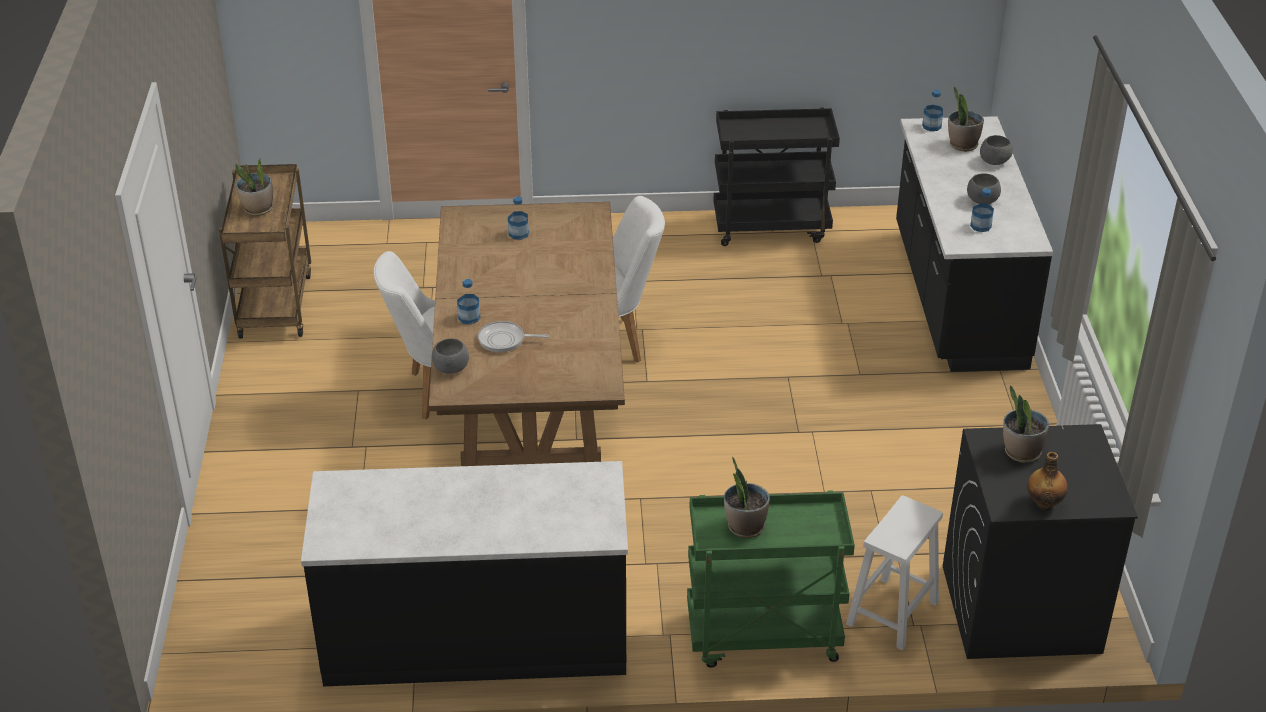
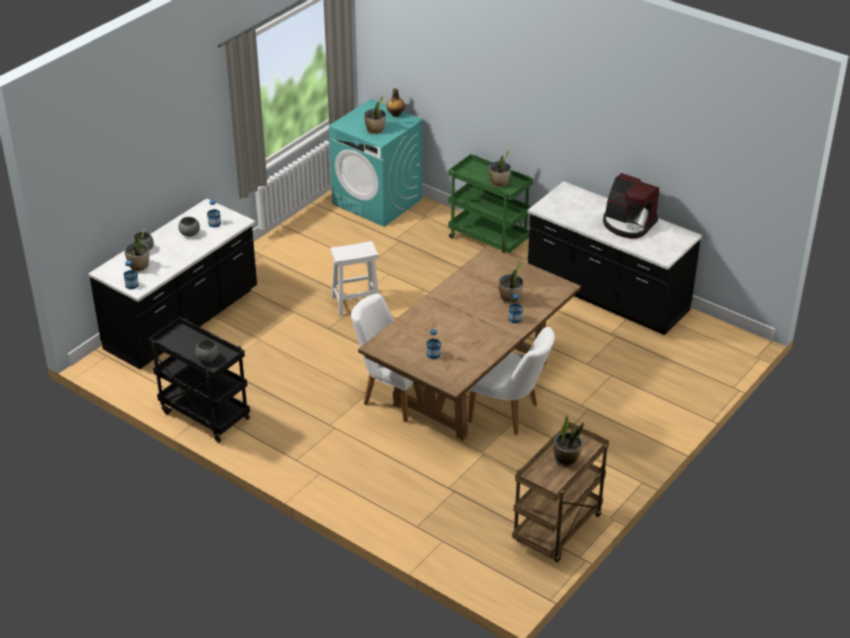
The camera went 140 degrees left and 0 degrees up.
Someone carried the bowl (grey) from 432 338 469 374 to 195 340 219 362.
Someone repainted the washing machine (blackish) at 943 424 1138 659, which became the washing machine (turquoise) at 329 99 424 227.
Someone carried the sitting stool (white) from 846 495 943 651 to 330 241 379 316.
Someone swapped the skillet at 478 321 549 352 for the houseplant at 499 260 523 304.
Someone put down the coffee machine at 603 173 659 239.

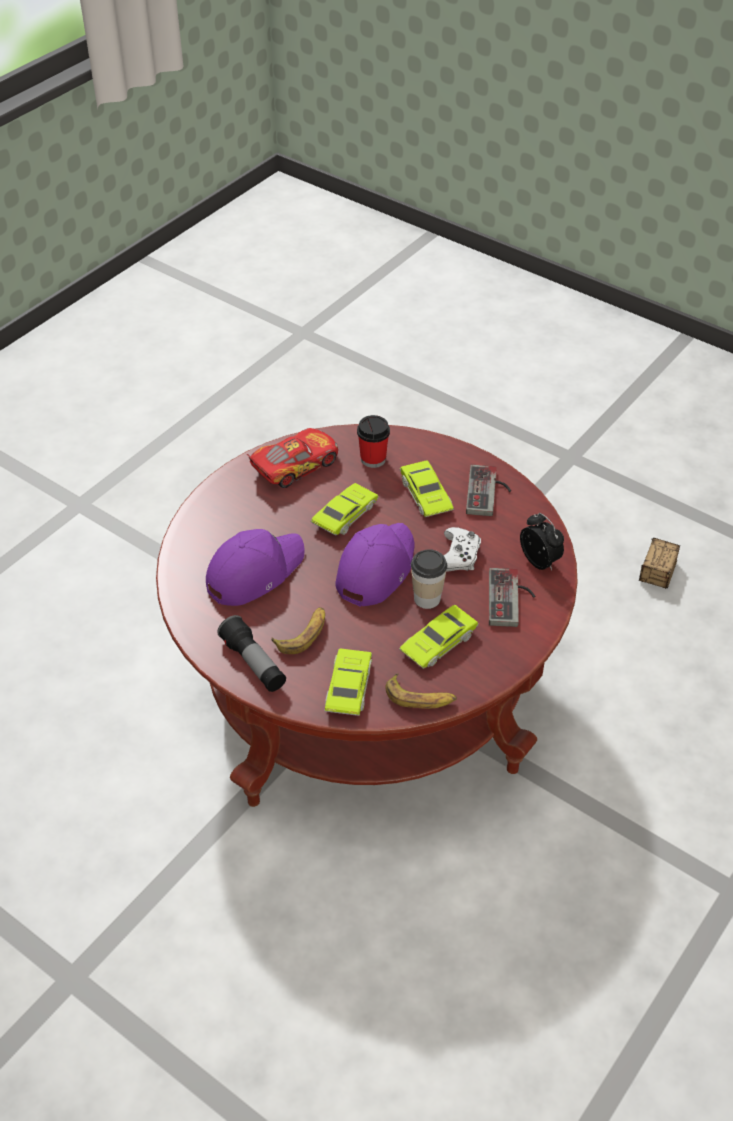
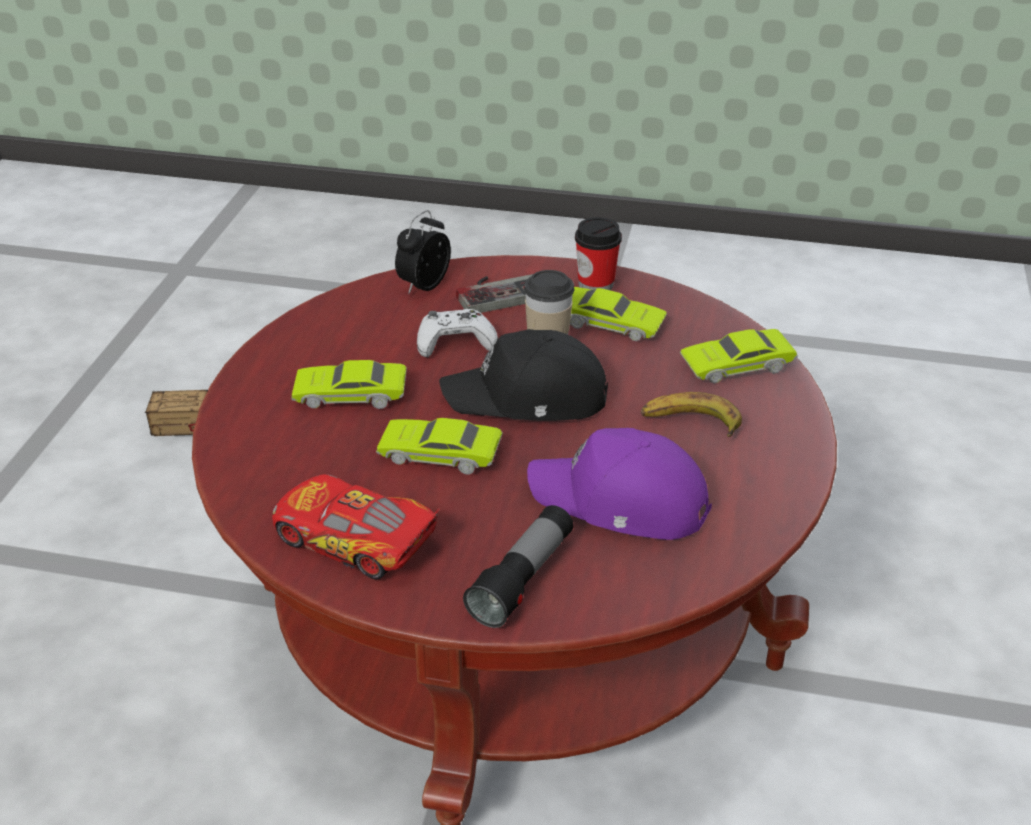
The camera went 115 degrees left and 10 degrees down.
Someone rotated the miniature car (green) at 400 460 454 517 by 135 degrees counterclockwise.
Someone repainted the cap (purple-coloured) at 335 523 415 607, which became the cap (blackish) at 439 329 608 421.
Someone carried the flashlight from 217 615 286 692 to 463 505 574 628.
Someone carried the small cup from 357 415 390 468 to 575 217 622 290.
Someone took away the whole banana at 385 674 457 709.
Someone took away the game controller at 466 465 511 516.

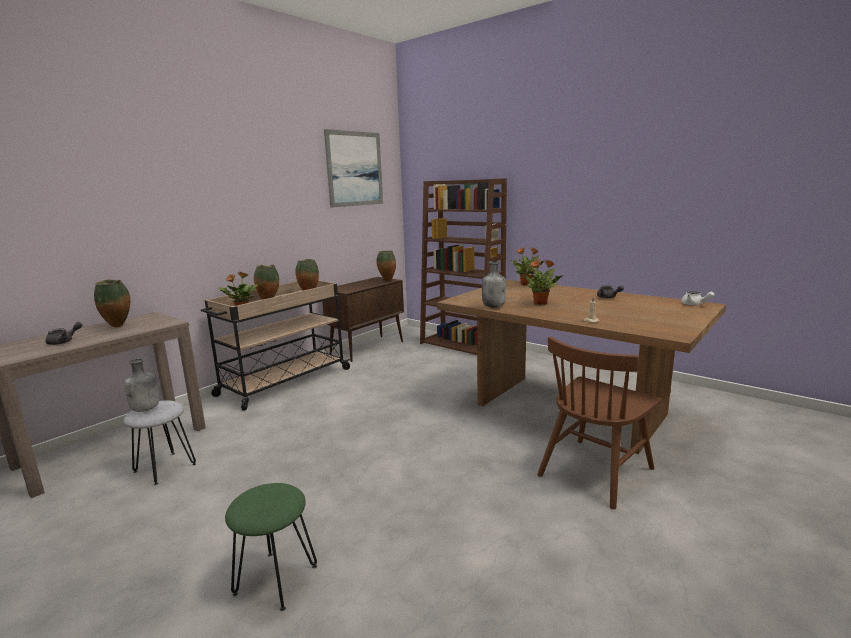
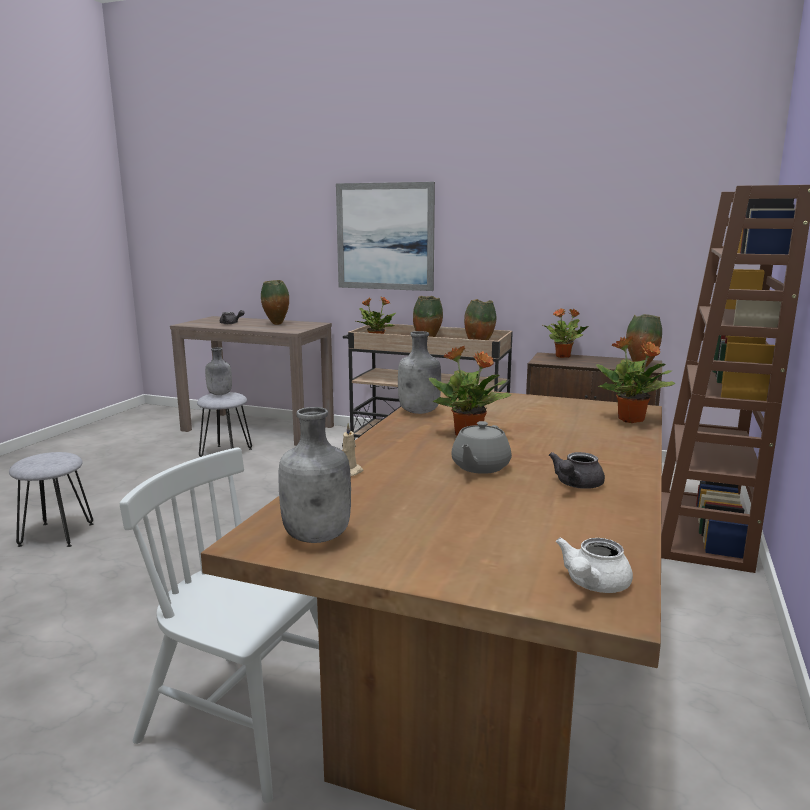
The camera went 70 degrees right and 0 degrees up.
Someone repainted the sitting stool (green) at 225 483 317 611, which became the sitting stool (grey) at 9 452 93 547.
Someone repainted the chair (brown-coloured) at 537 336 662 509, which became the chair (white) at 120 447 319 803.
Someone put down the drink bottle (grey) at 279 407 351 543.
Someone carried the wall picture from 324 129 383 208 to 336 182 435 291.
Someone put down the tea pot (grey) at 451 421 512 474.
Someone put down the houseplant at 543 308 589 358.

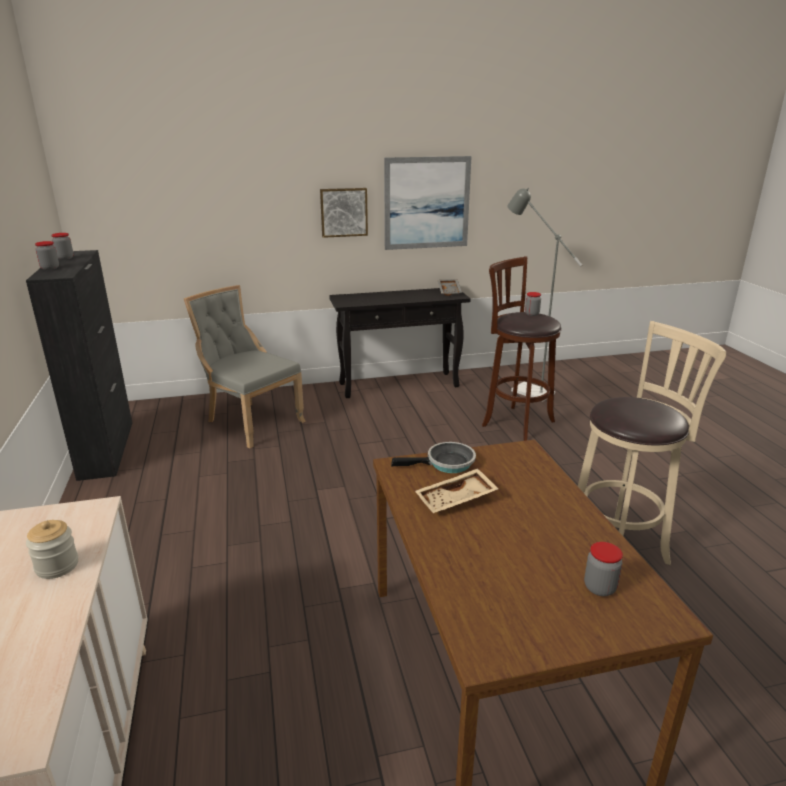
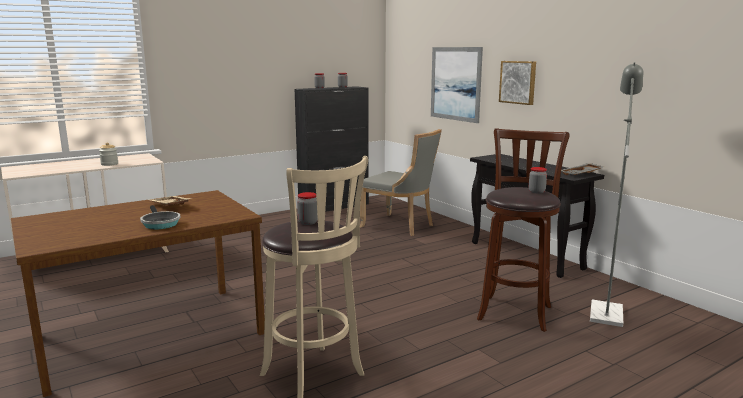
The camera went 70 degrees right and 10 degrees down.
Someone carried the skillet from 391 442 476 473 to 140 205 180 229.
Someone carried the jar from 584 542 623 596 to 297 192 318 225.
Someone rotated the chair (grey) at 184 285 306 448 by 105 degrees clockwise.
Someone carried the wall picture from 384 156 472 250 to 431 47 483 123.

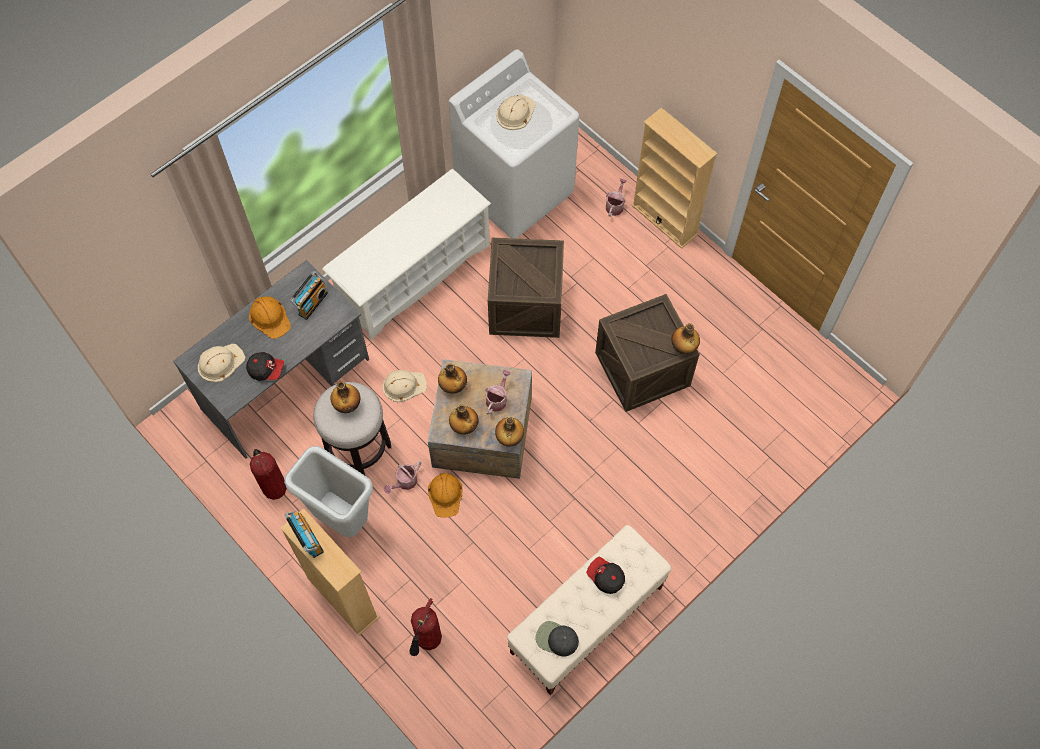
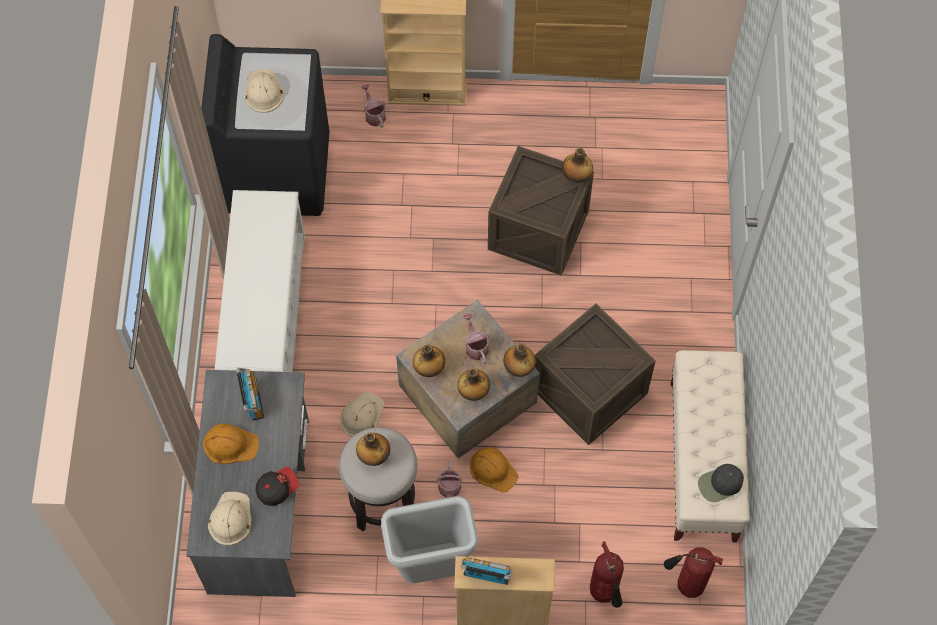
The camera went 45 degrees left and 0 degrees up.
Someone repainted the washing machine (white) at 449 49 579 239, which became the washing machine (blackish) at 201 34 329 216.
Someone carried the crate from 488 238 564 338 to 535 304 656 445.
Someone carried the fire-fighting cylinder from 250 449 287 500 to 664 547 723 598.
Someone took away the cap at 586 557 625 594.

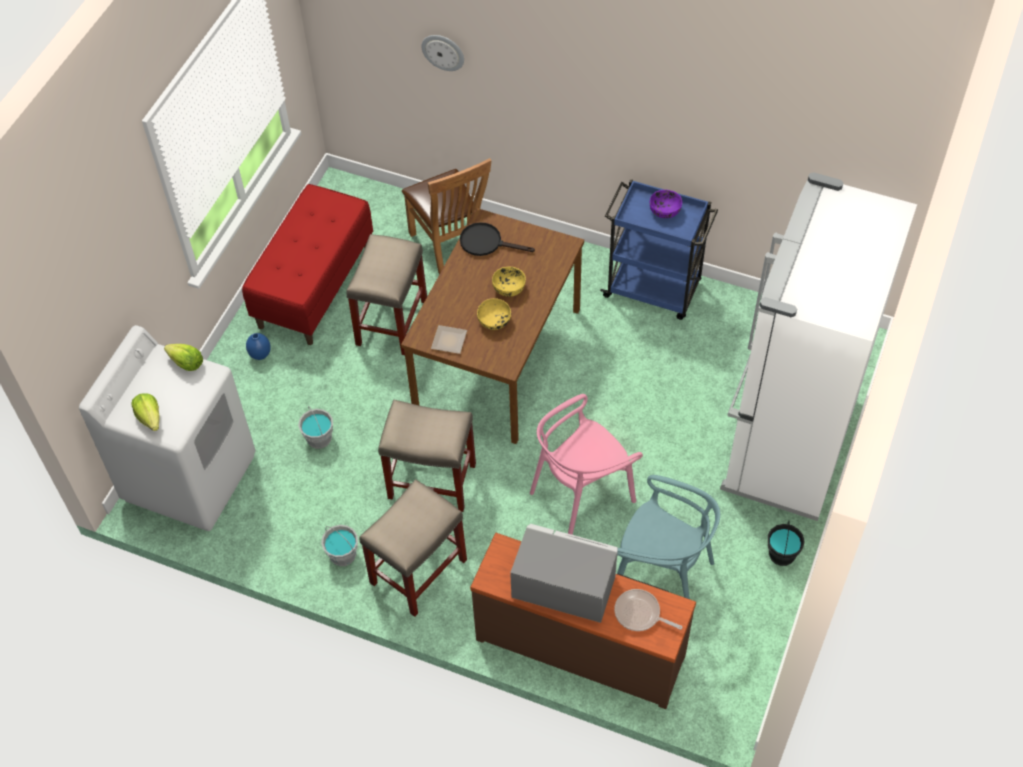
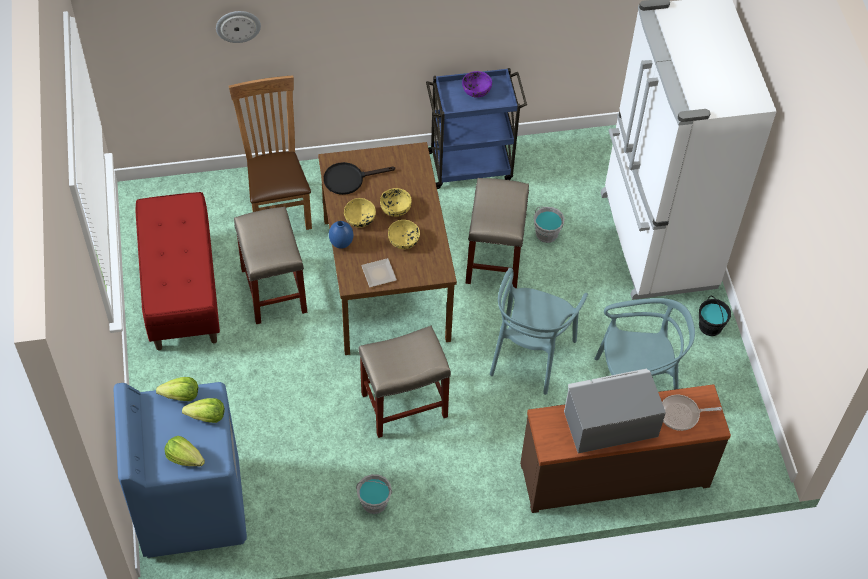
The camera went 35 degrees left and 0 degrees up.
Someone repainted the washing machine (white) at 79 325 256 531, which became the washing machine (bluish) at 113 382 247 558.
Someone put down the lettuce head at 182 398 225 423.
Someone rotated the chair (brown-coloured) at 402 158 492 274 by 135 degrees counterclockwise.
Someone carried the vase (bluish) from 246 333 271 360 to 329 221 353 249.
Someone put down the bowl (yellow-coloured) at 344 198 376 228.
Someone carried the sitting stool (beige) from 359 479 467 617 to 466 178 529 288.
Someone repainted the chair (pinkish) at 530 394 643 535, which became the chair (turquoise) at 490 268 588 395.
Someone carried the pail (grey) from 298 406 333 449 to 534 206 565 243.

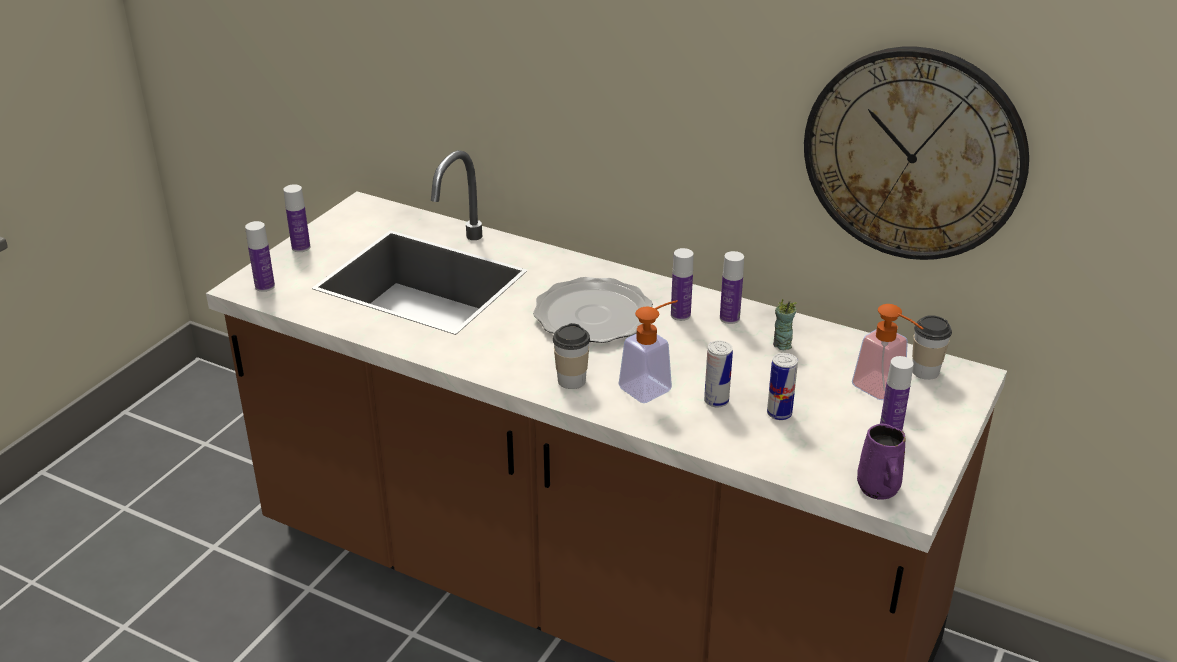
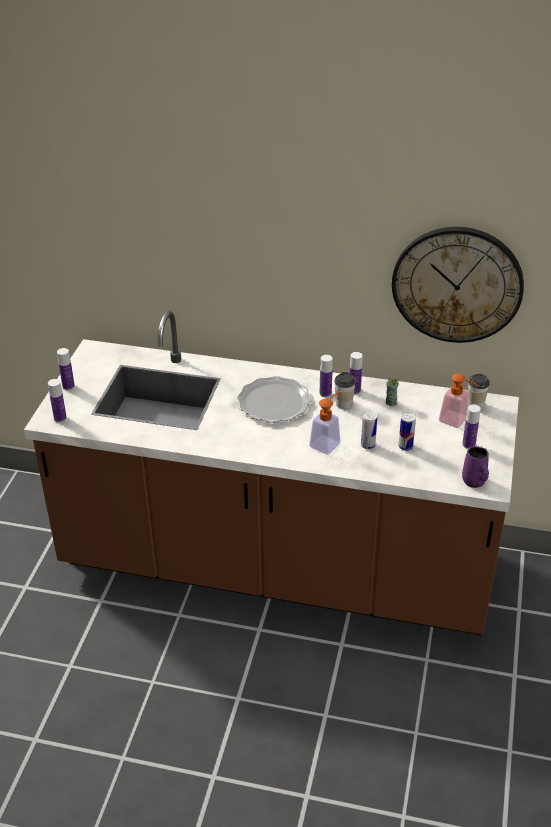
The camera went 15 degrees left and 5 degrees up.
Someone carried the small cup from 553 323 590 389 to 334 372 356 409.

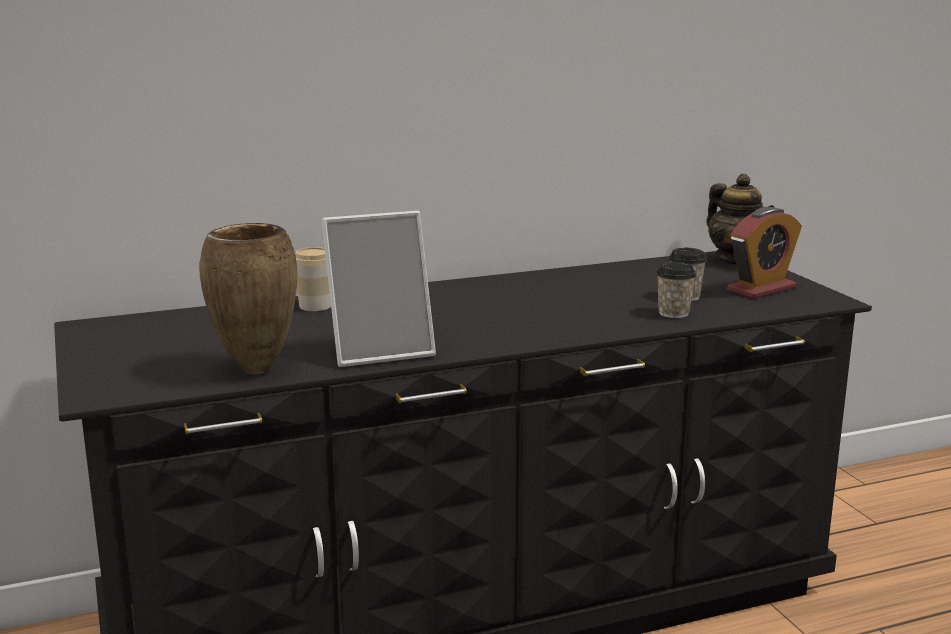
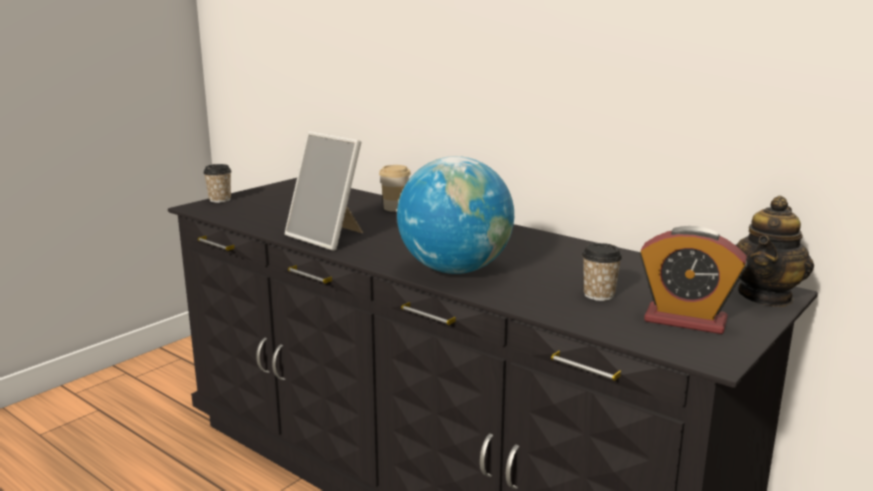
The camera went 60 degrees right and 0 degrees up.
Someone carried the small cup from 656 262 696 318 to 203 164 232 203.
Someone put down the desk globe at 397 156 514 274.
Someone took away the vase (brown-coloured) at 199 223 298 375.

